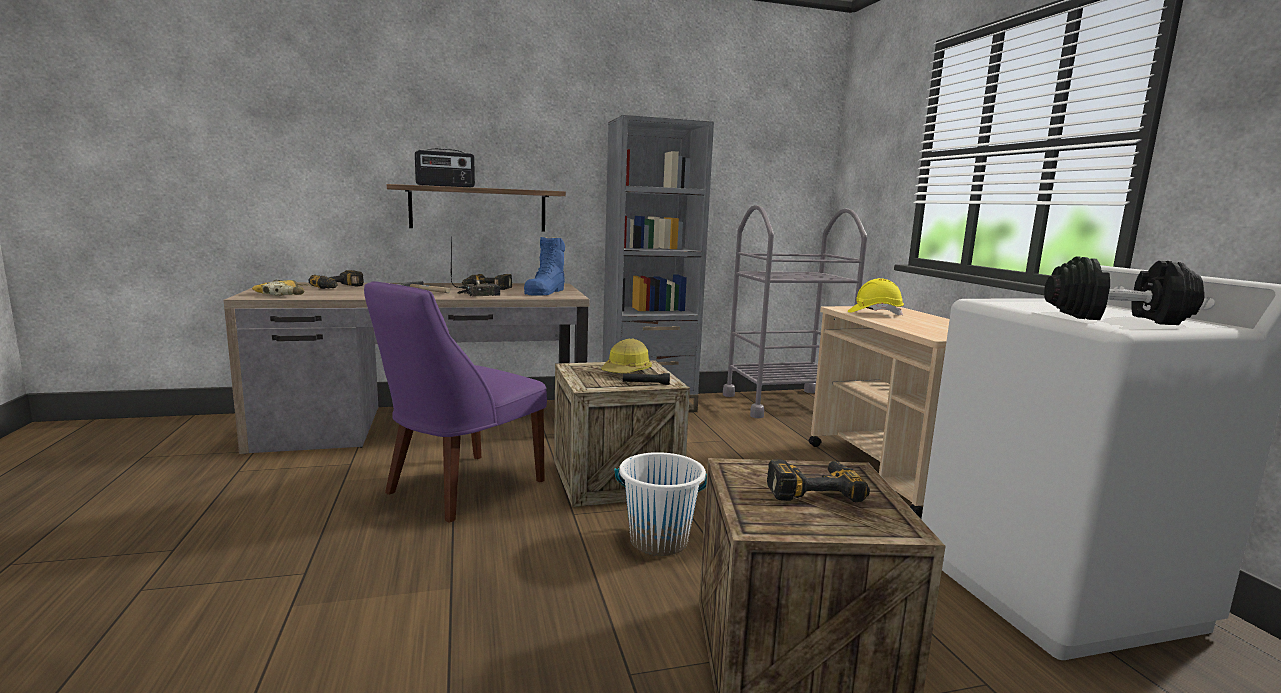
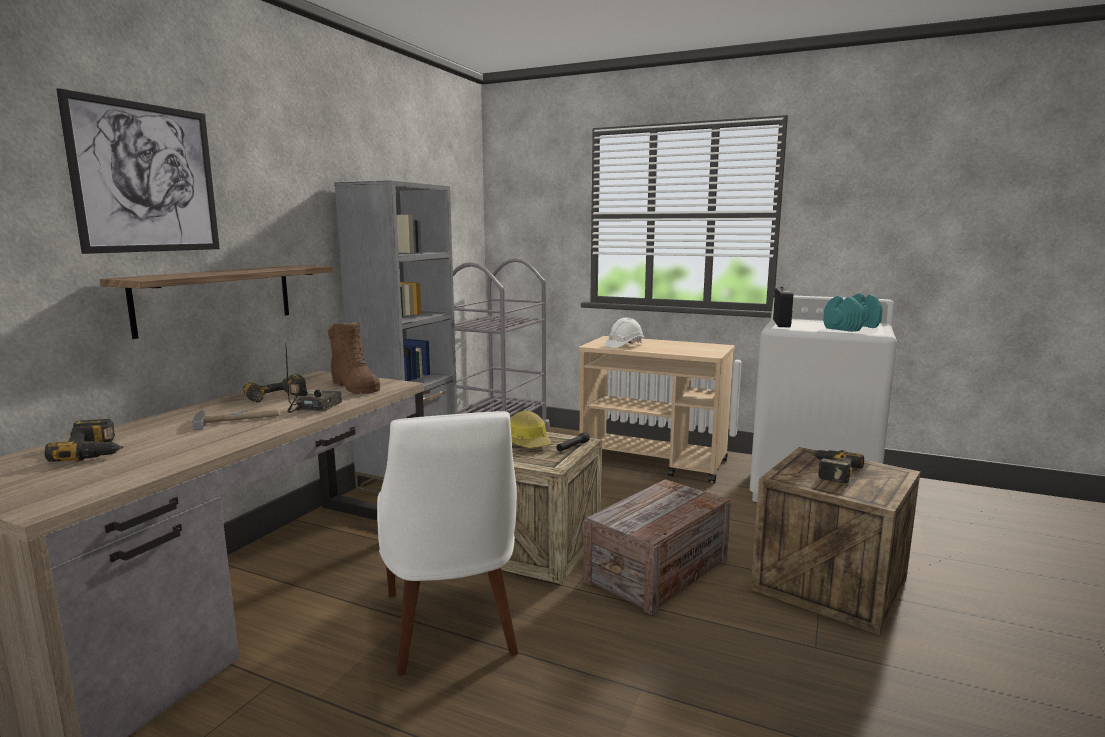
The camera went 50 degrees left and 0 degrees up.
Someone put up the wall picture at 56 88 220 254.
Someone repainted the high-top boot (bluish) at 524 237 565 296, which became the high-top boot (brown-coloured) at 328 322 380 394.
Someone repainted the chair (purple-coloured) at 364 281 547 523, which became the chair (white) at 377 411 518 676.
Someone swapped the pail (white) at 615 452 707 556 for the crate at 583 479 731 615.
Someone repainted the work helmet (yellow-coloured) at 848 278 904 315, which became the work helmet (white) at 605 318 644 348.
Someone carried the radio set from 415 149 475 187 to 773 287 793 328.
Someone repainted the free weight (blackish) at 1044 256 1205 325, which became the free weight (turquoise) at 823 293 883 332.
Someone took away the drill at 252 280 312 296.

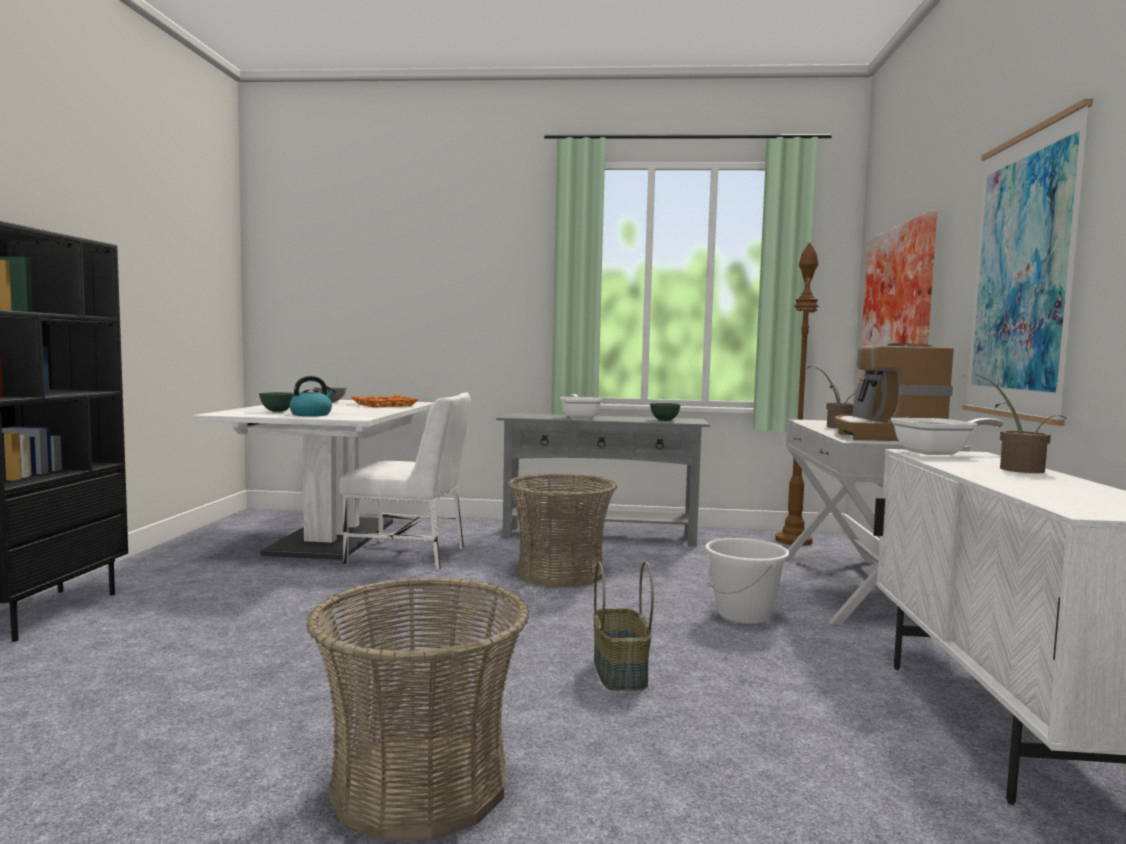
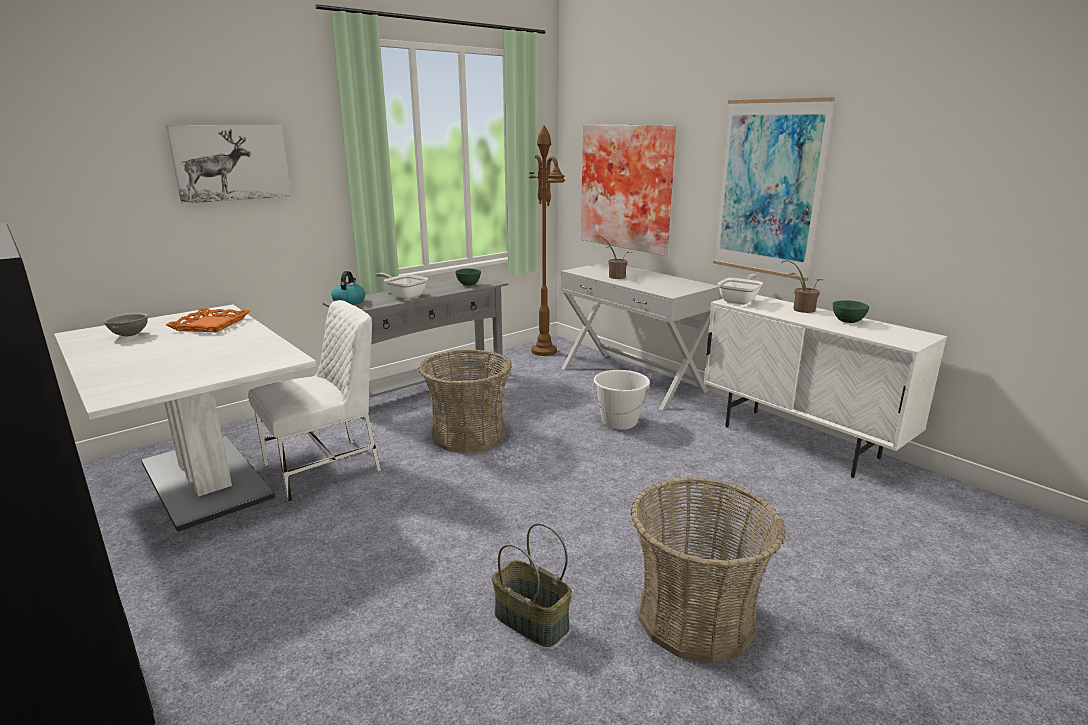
The camera went 45 degrees left and 15 degrees up.
Someone put up the wall picture at 166 125 291 204.
Someone carried the water kettle from 289 376 336 416 to 331 271 365 305.
Someone carried the storage basket from 593 561 654 691 to 492 523 572 647.
Someone carried the bowl (green) from 259 392 295 412 to 833 300 869 323.
Someone took away the coffee machine at 834 343 954 441.

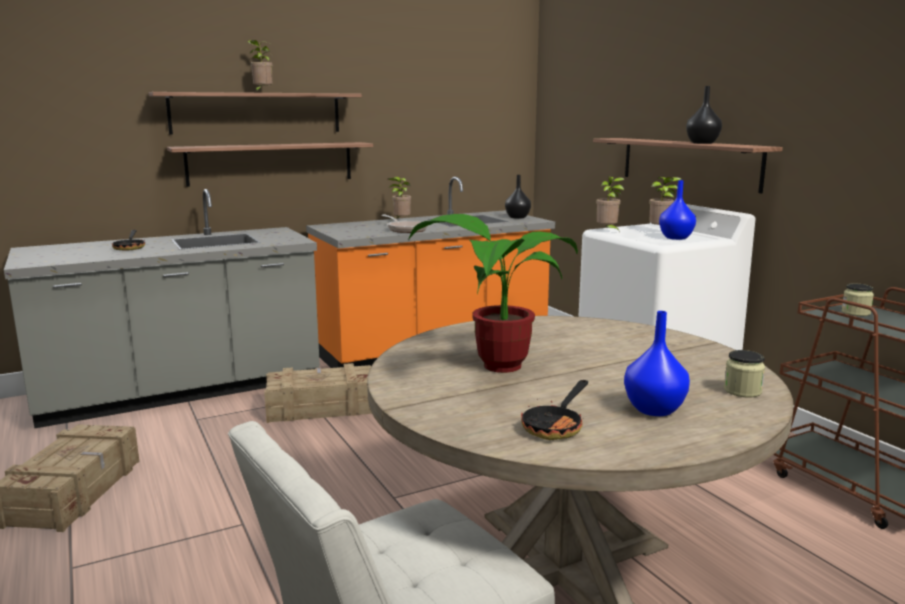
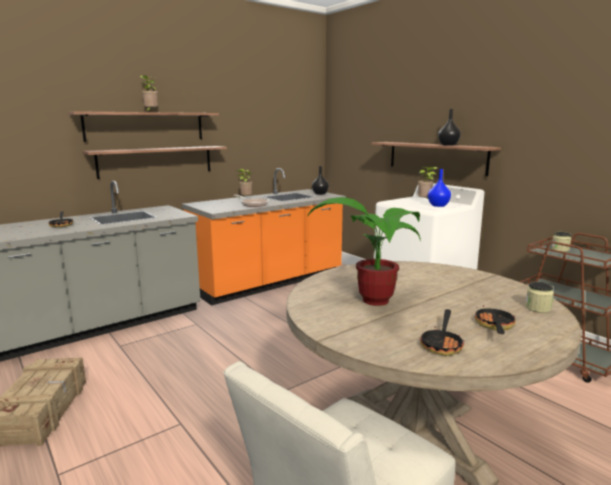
The camera went 10 degrees left and 0 degrees up.
Someone swapped the vase (bluish) at 624 311 690 416 for the skillet at 475 305 515 334.
Someone took away the crate at 264 363 372 423.
Someone took away the houseplant at 596 176 624 232.

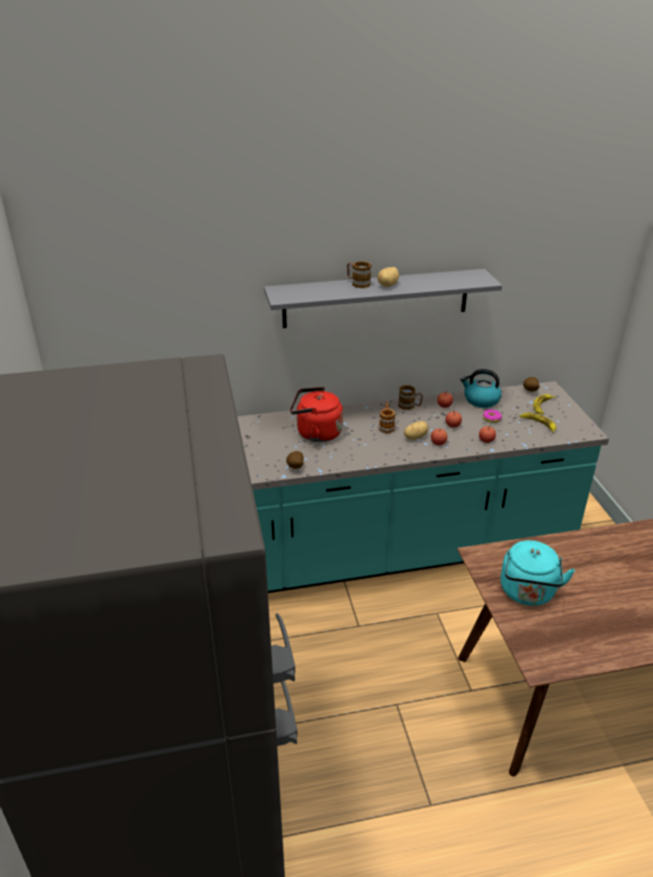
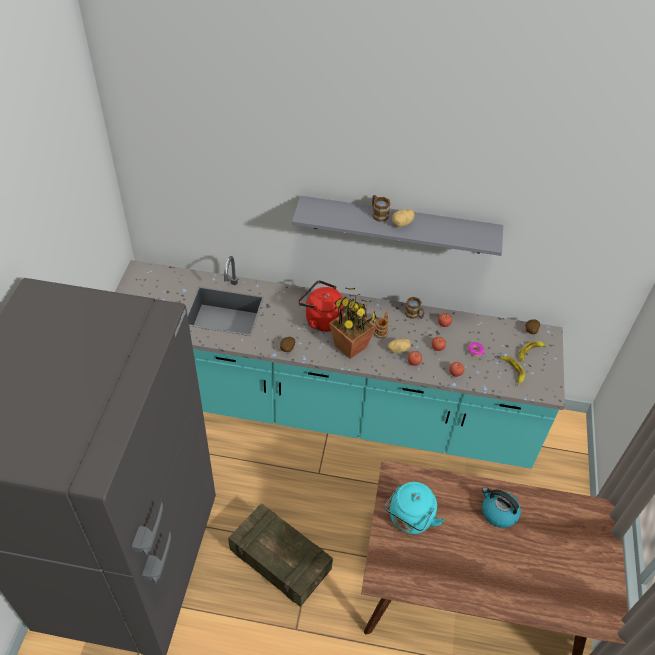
The camera went 20 degrees right and 15 degrees up.
Someone put down the crate at 228 503 333 607.
Someone put down the houseplant at 329 288 377 359.
Someone carried the water kettle from 460 369 502 408 to 482 487 521 528.

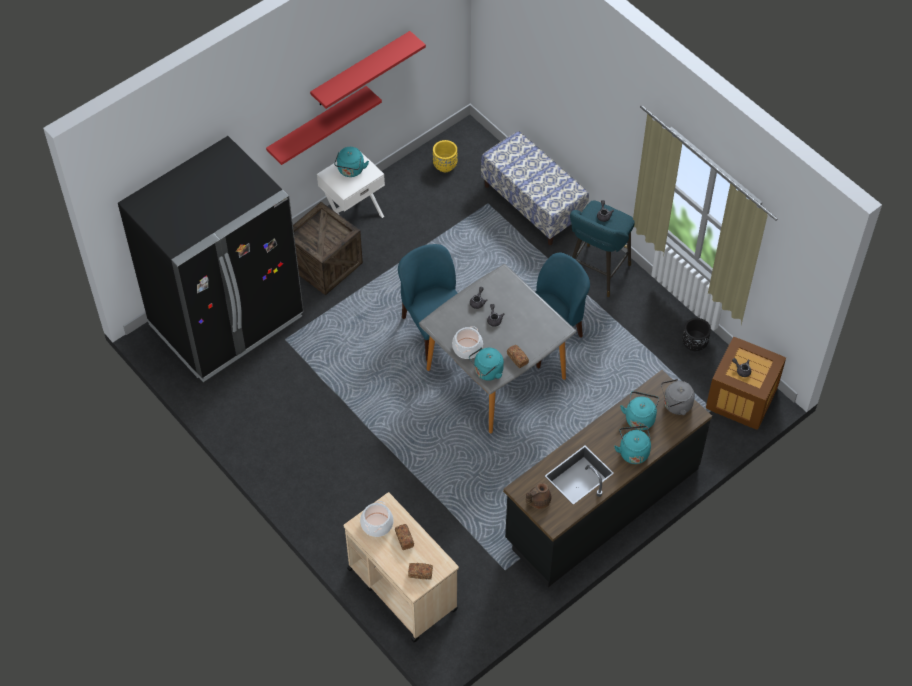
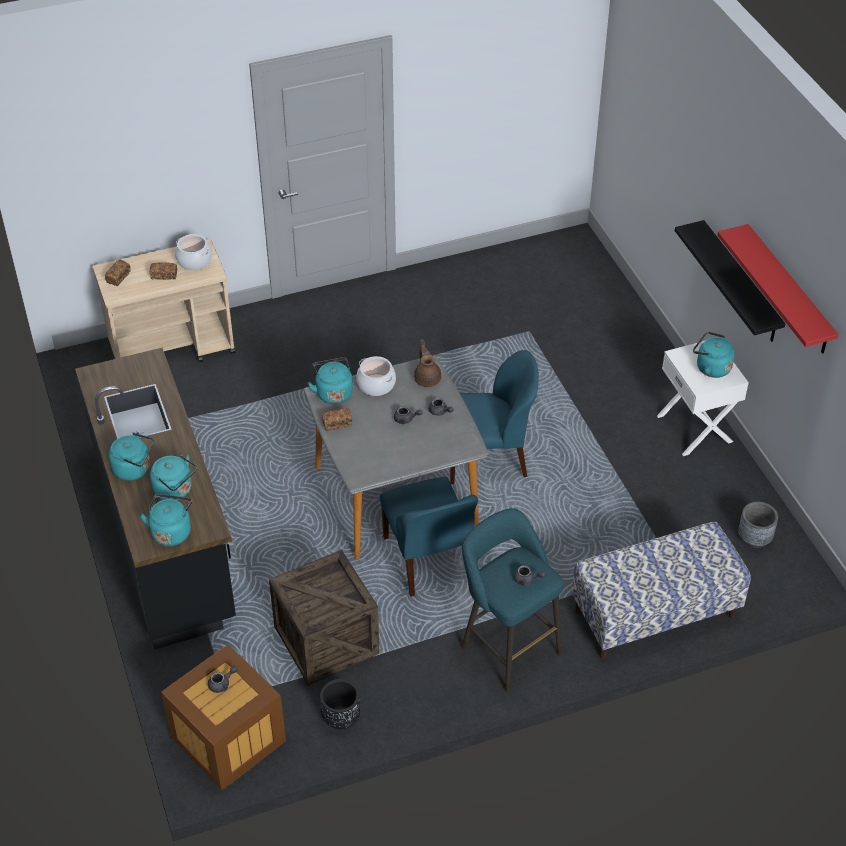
The camera went 110 degrees right and 10 degrees down.
Someone repainted the water kettle (grey) at 661 379 695 415, which became the water kettle (turquoise) at 139 494 192 546.
Someone carried the crate from 293 202 363 295 to 269 550 379 685.
Someone carried the tea pot (brown-coloured) from 526 482 551 509 to 414 340 441 387.
Someone repainted the wall shelf (red) at 266 86 382 165, which became the wall shelf (blackish) at 675 220 785 342.
Someone repainted the plant pot (yellow-coloured) at 433 140 457 172, which became the plant pot (grey) at 738 502 778 548.
Someone took away the kitchen fridge (blackish) at 118 136 304 382.

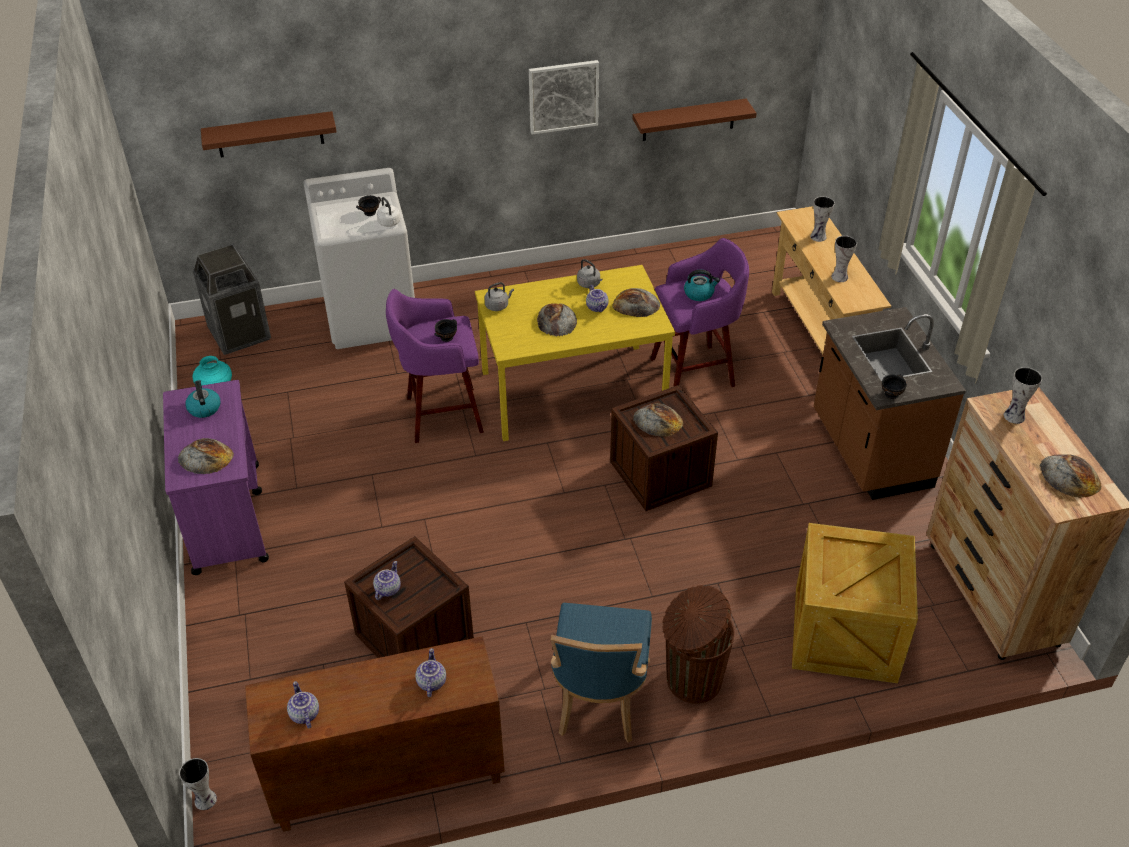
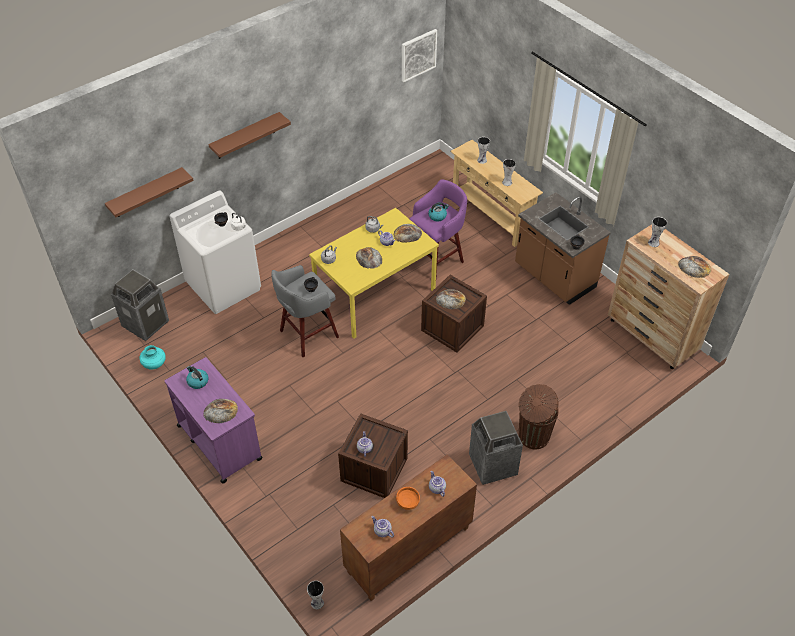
The camera went 25 degrees left and 5 degrees up.
Someone carried the wall shelf (brown-coloured) from 632 99 756 141 to 208 112 291 159.
Someone repainted the sitting stool (purple-coloured) at 386 289 484 443, which became the sitting stool (grey) at 271 265 339 357.
Someone put down the bowl (orange) at 396 487 420 510.
Someone carried the wall picture from 529 60 599 135 to 402 29 437 82.
Someone swapped the chair (bluish) at 551 603 652 743 for the trash can at 469 411 523 485.
Someone took away the crate at 792 523 918 683.

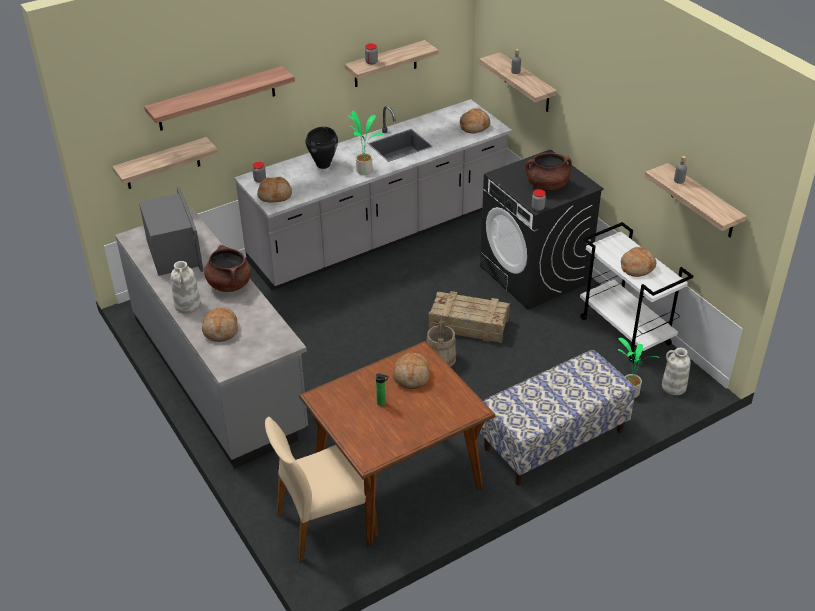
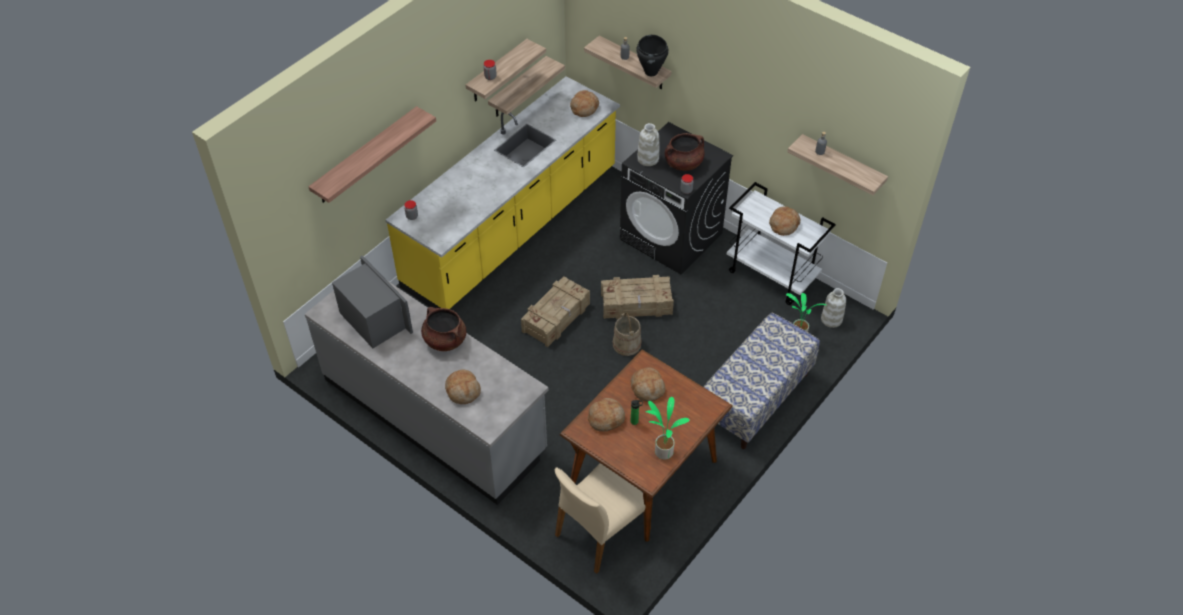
The camera went 20 degrees left and 10 degrees up.
Someone repainted the counter (grey) at 234 99 512 291, which became the counter (yellow-coloured) at 385 76 620 309.
Someone carried the wall shelf from 112 137 219 189 to 488 56 565 117.
Someone put down the crate at 521 276 590 347.
Someone carried the bakery bread from 257 177 292 203 to 588 398 625 432.
Someone carried the cooking pot (blackish) from 306 127 338 169 to 636 35 669 76.
Someone carried the vase (white) from 171 261 201 313 to 637 123 659 166.
Someone carried the houseplant from 345 111 383 175 to 646 397 690 459.

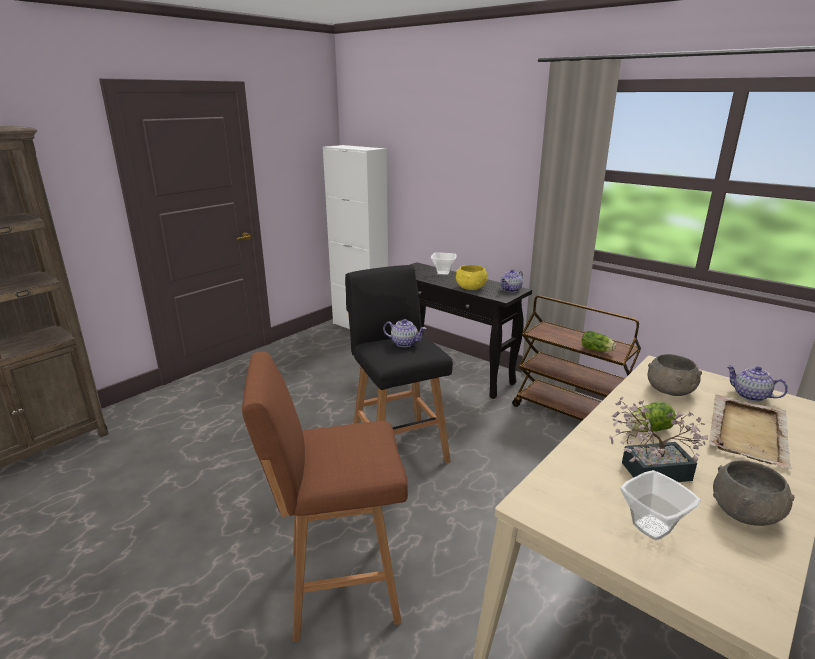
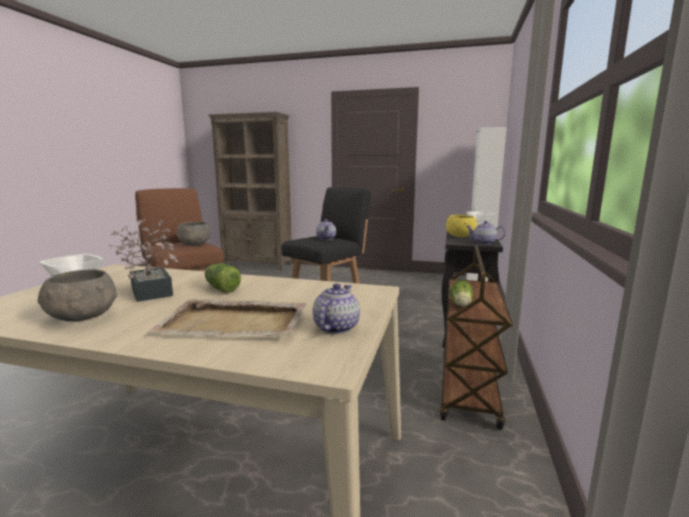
The camera went 65 degrees right and 10 degrees down.
Someone carried the bowl (grey) from 647 354 702 396 to 177 222 211 246.

